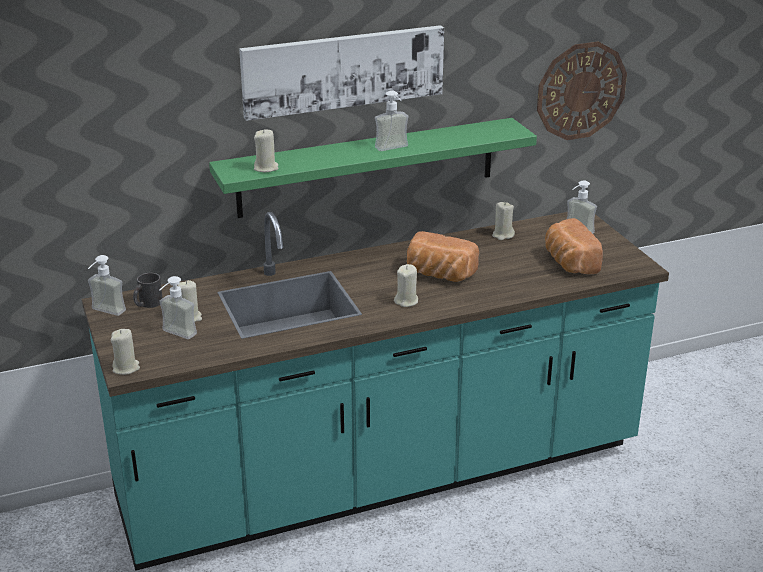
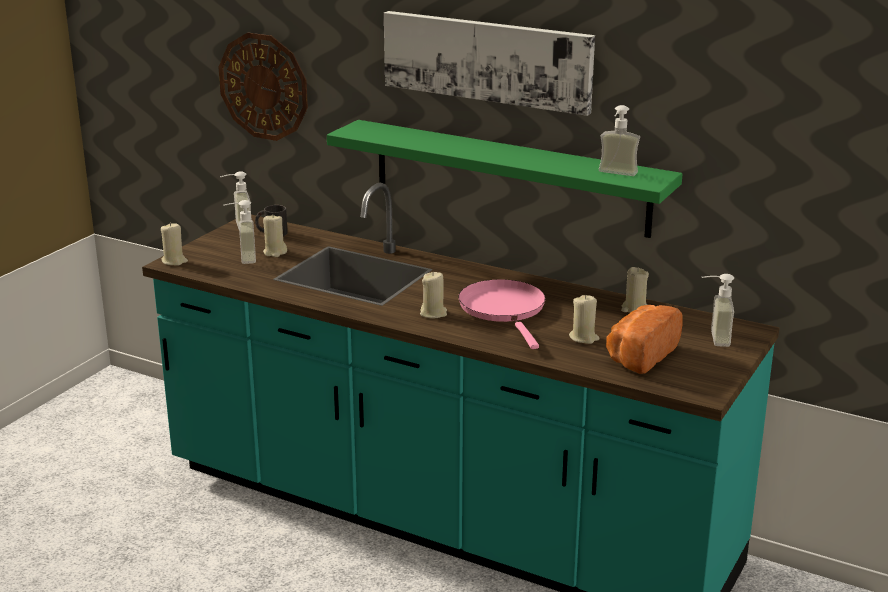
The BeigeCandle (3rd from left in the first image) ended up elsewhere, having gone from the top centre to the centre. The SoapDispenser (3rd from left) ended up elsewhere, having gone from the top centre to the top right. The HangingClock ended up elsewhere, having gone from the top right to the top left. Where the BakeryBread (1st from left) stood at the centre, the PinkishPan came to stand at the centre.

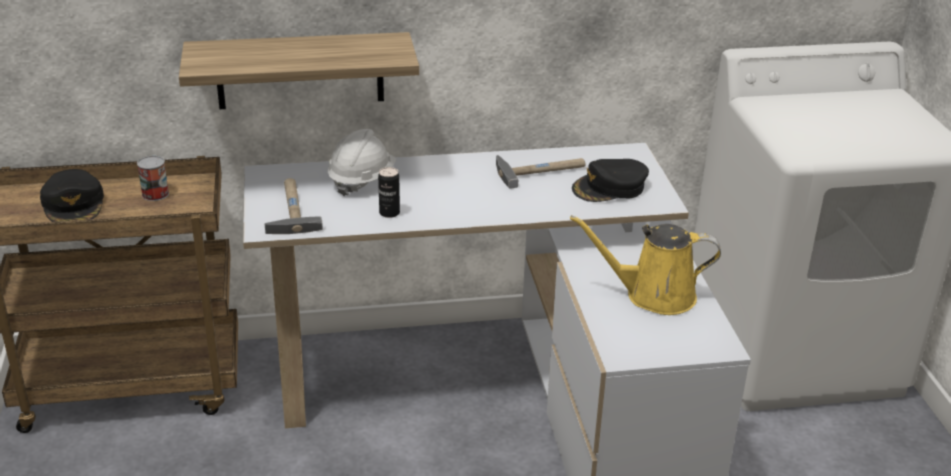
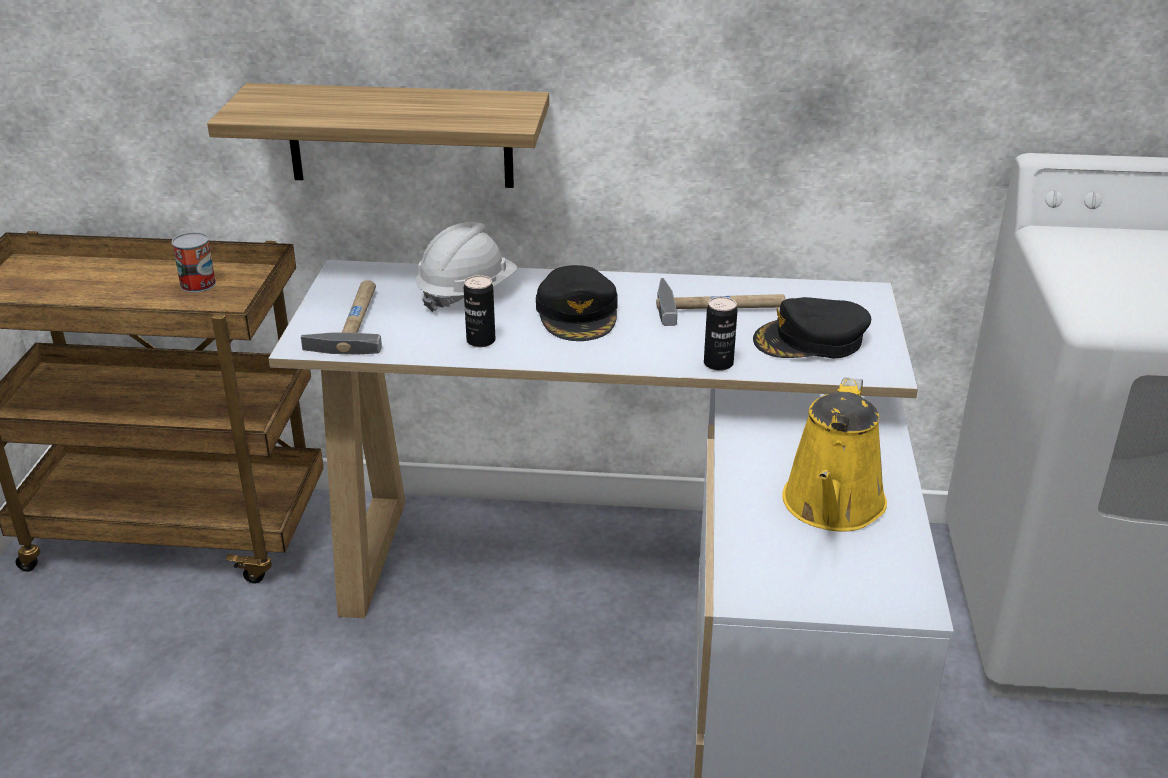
The second view gained the SealedCan (3rd from left) at the centre. The BlackishPeakedCap (1st from left) ended up elsewhere, having gone from the middle left to the centre. The YellowishSprinklingCan at the middle right ended up facing another way, 90 degrees counterclockwise from before.

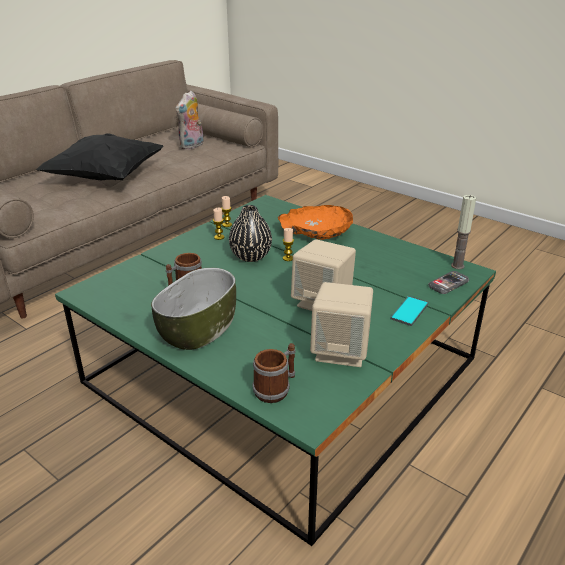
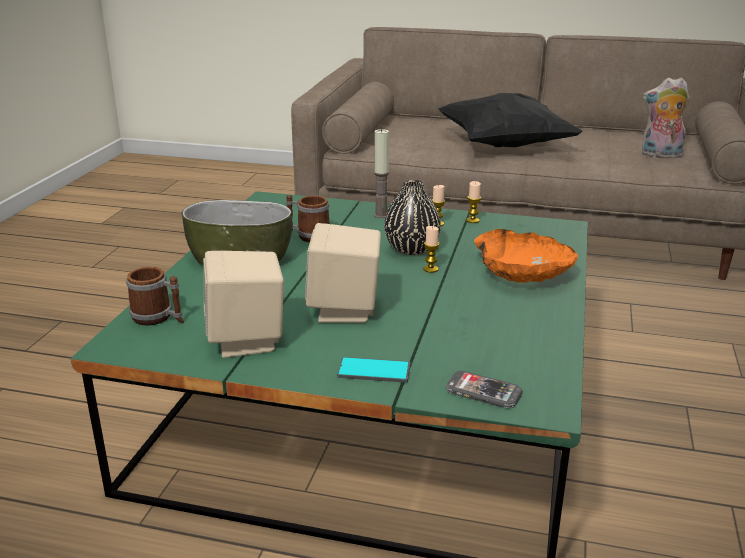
The Candle (4th from left in the first image) ended up elsewhere, having gone from the middle right to the top centre.

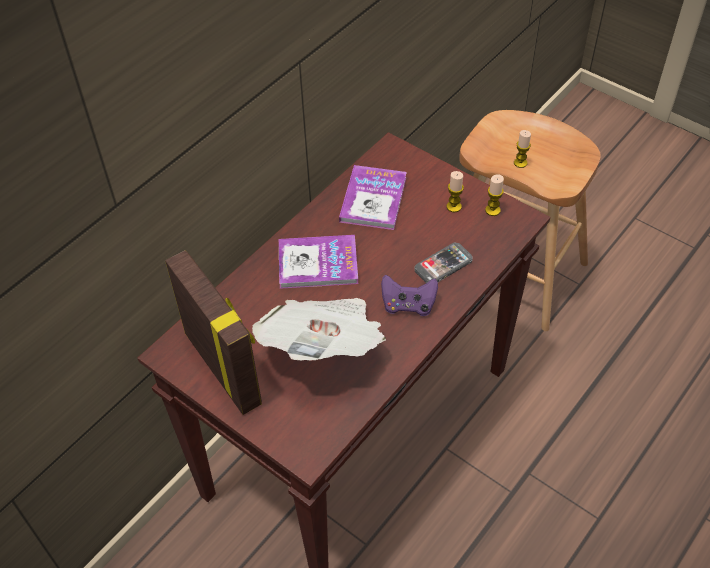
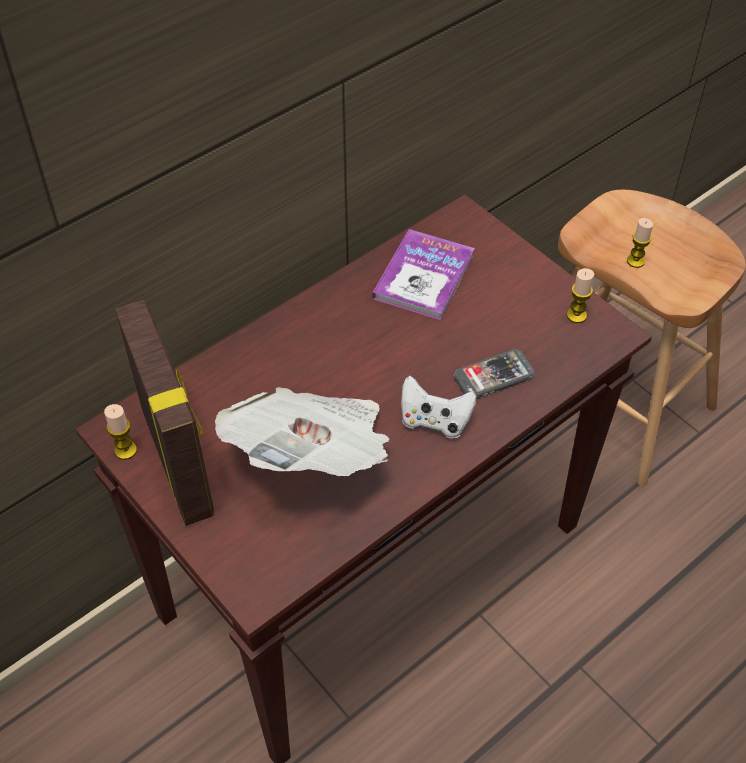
The second view lost the Volume (1st from left) at the centre. The Candle (1st from left) ended up elsewhere, having gone from the centre to the middle left. What was the PurpleGamepad at the centre turned into the WhiteColouredGamepad at the centre.

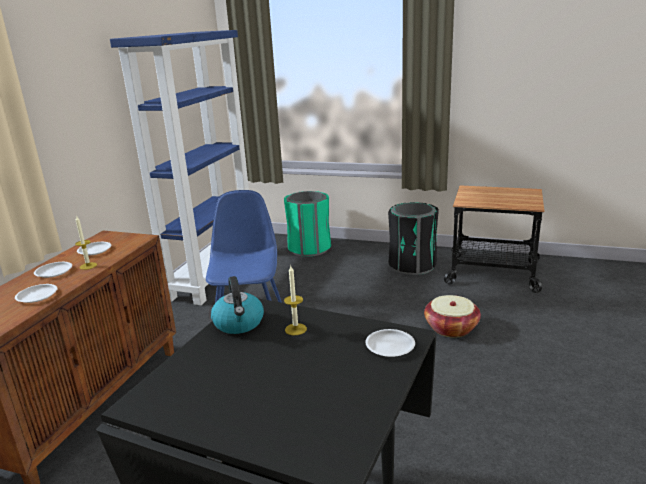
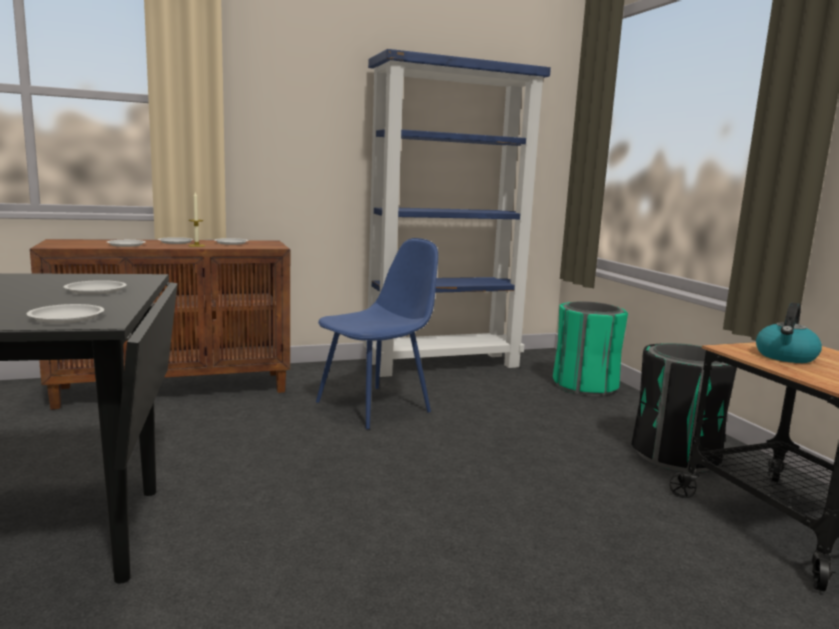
The second view lost the Basket at the middle right. The TeaKettle ended up elsewhere, having gone from the centre to the middle right. Where the Candle (2nd from left) stood at the centre, the WhiteColouredFlatDish (2nd from left) came to stand at the middle left.

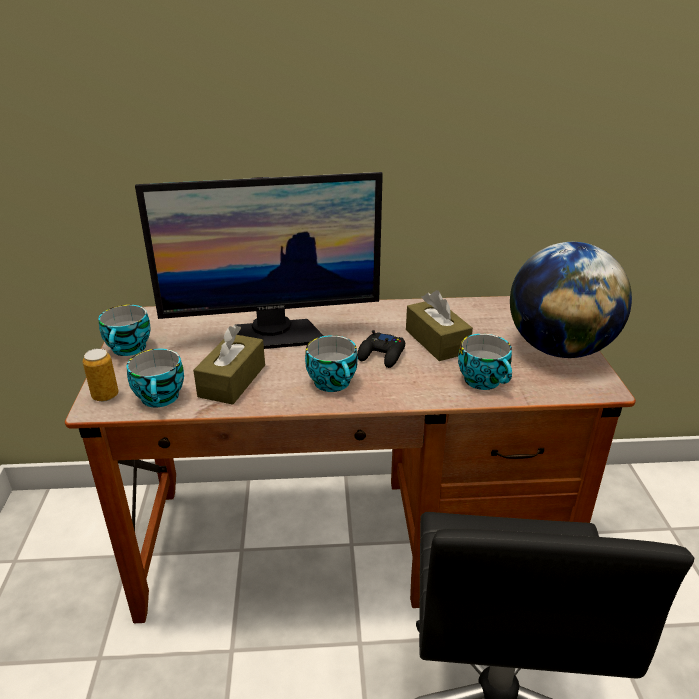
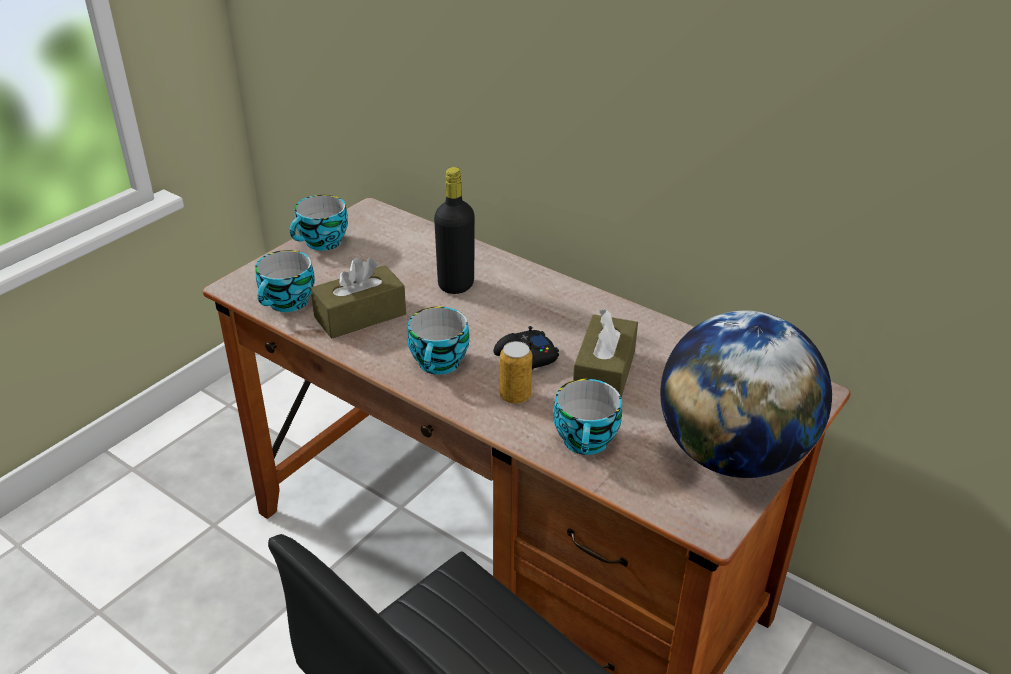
The SealedCan ended up elsewhere, having gone from the middle left to the centre. Where the ComputerScreen stood at the centre, the BlackishBeverageBottle came to stand at the centre.

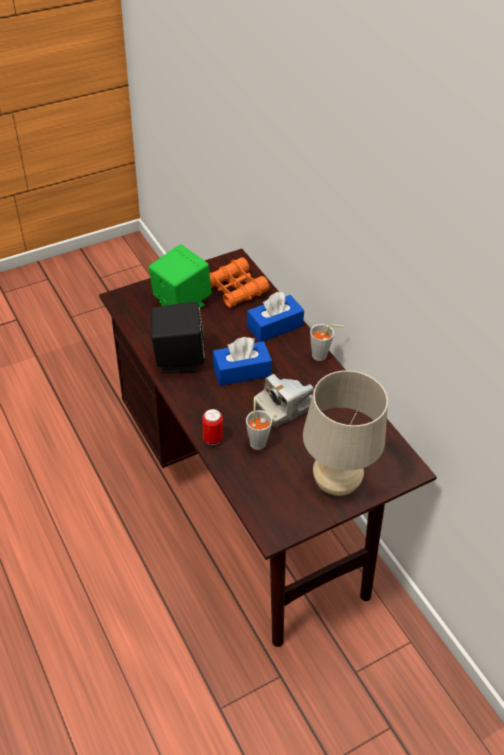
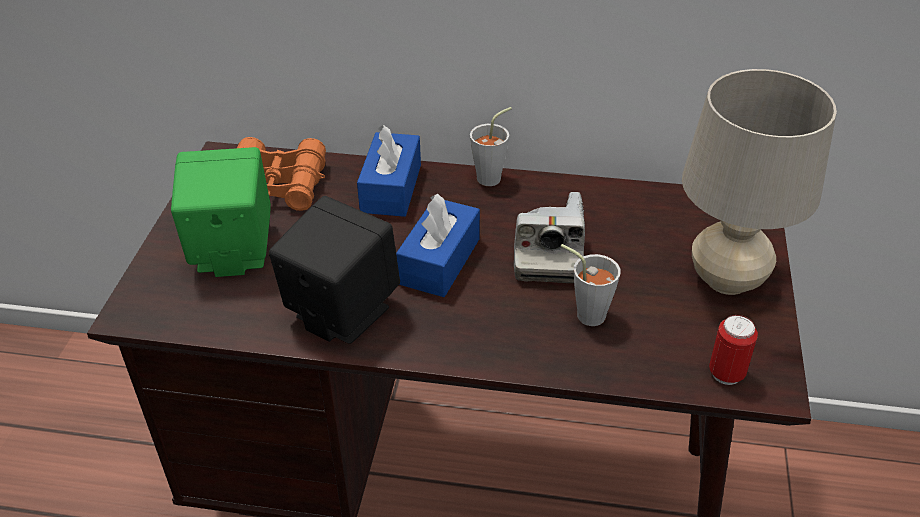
The SealedCan ended up elsewhere, having gone from the centre to the bottom right.

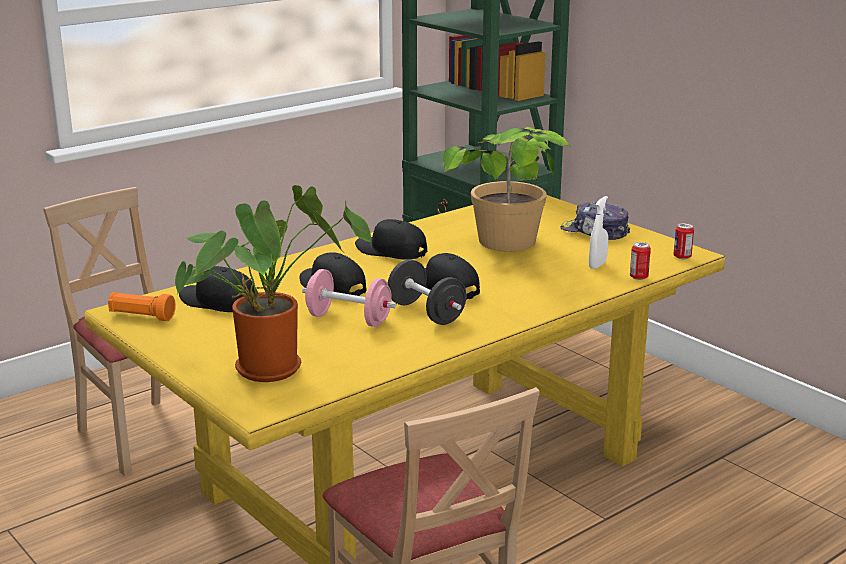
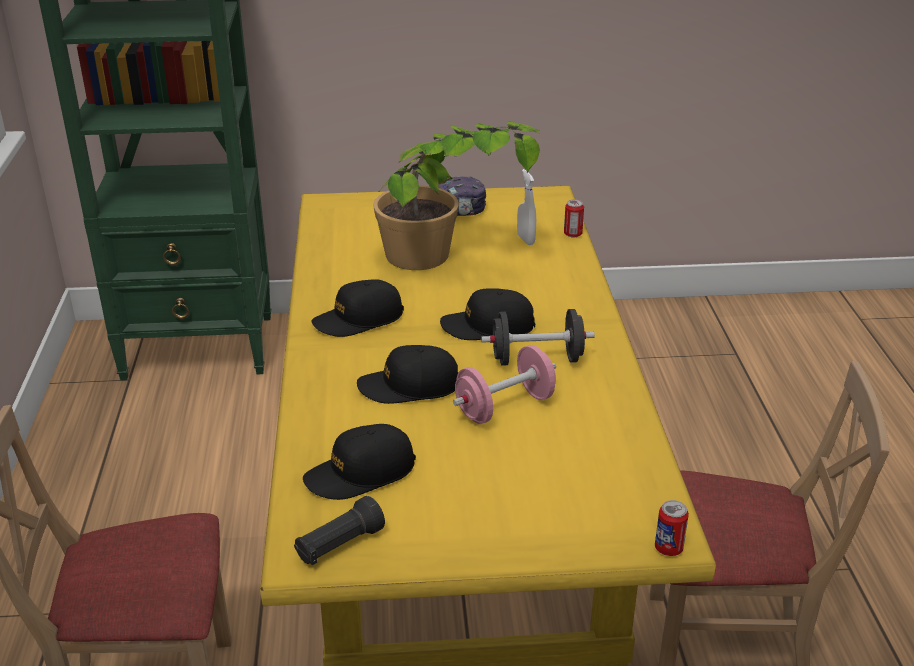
The second view lost the PlantInAPot (1st from left) at the middle left. The SealedCan (2nd from left) ended up elsewhere, having gone from the middle right to the bottom right. What was the OrangeyHandTorch at the middle left turned into the BlackishHandTorch at the bottom centre.

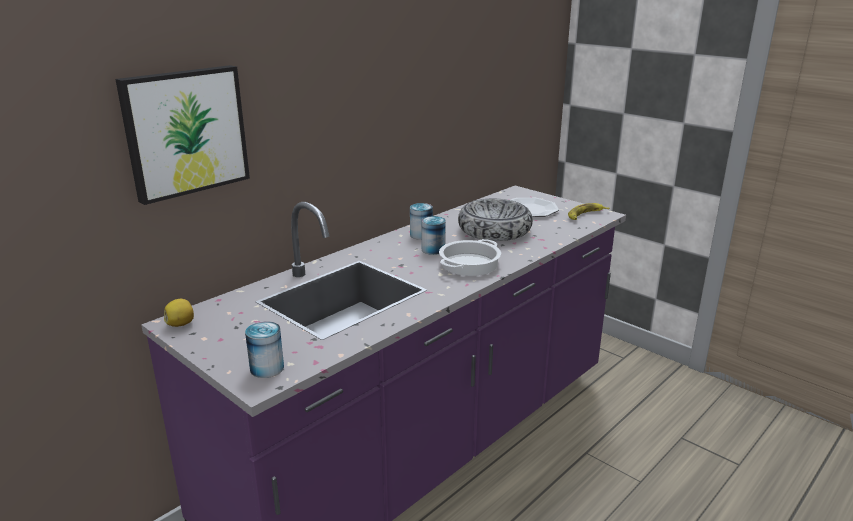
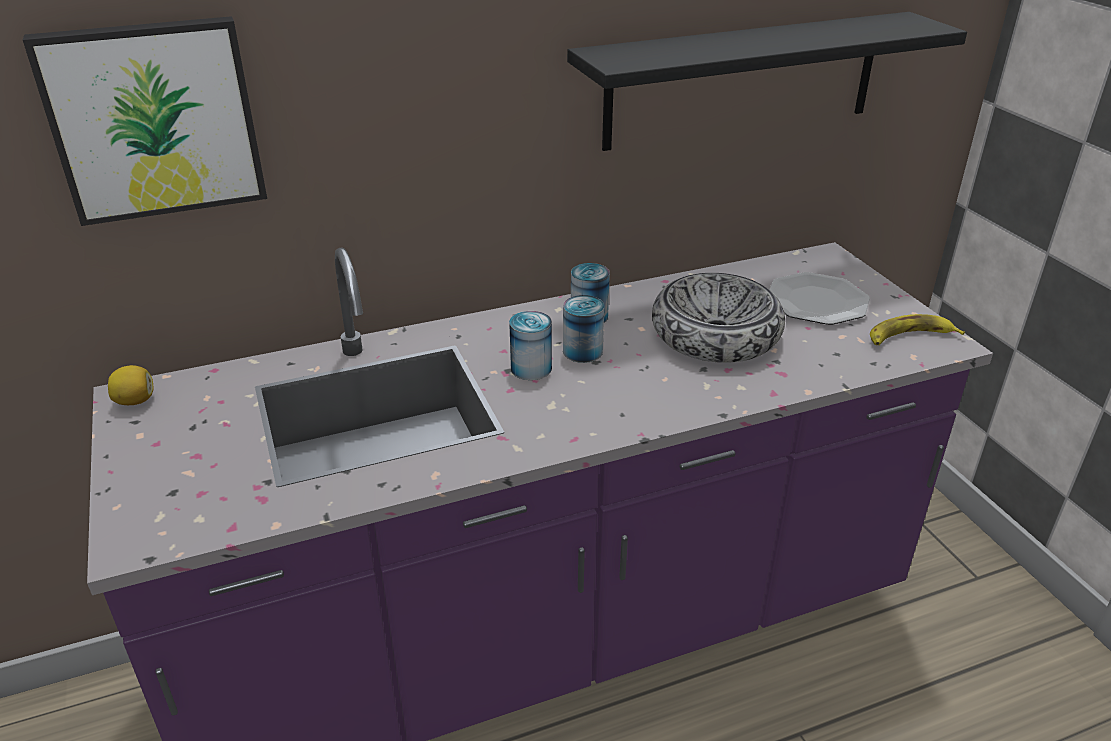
The second view lost the CookingPot at the centre. The second view gained the BlackishShelf at the top right. The SealedCan (1st from left) ended up elsewhere, having gone from the bottom left to the centre.

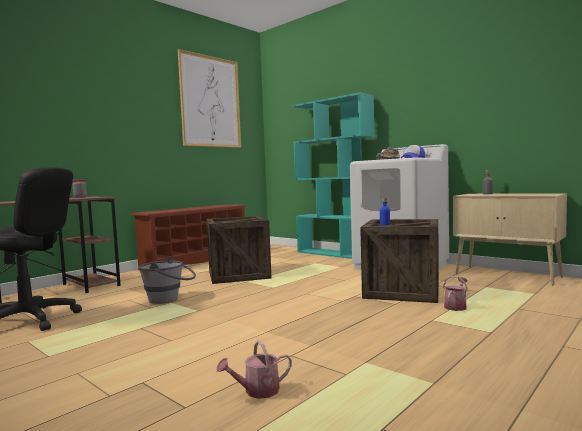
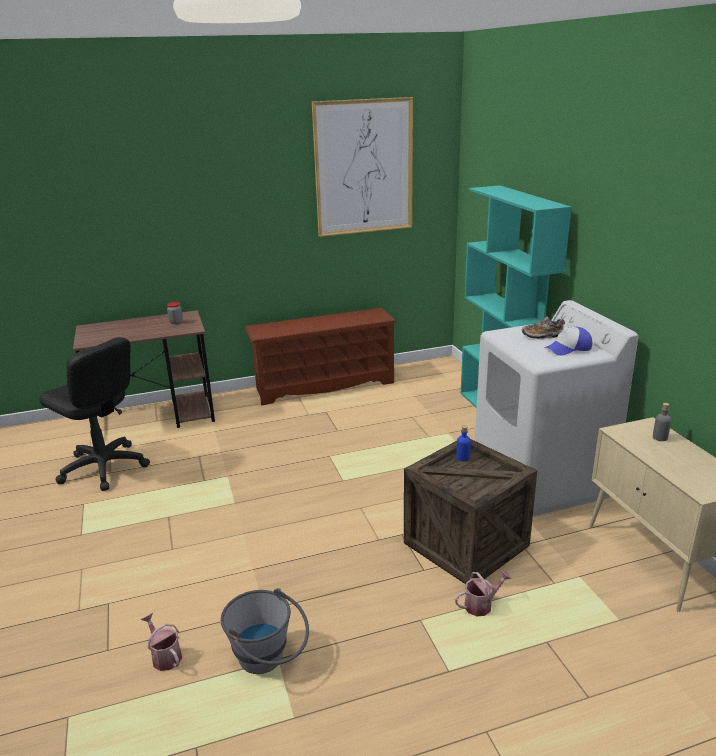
The second view lost the PackingCrate (1st from left) at the centre. The GrayBucket ended up elsewhere, having gone from the middle left to the bottom centre. The SprinklingCan (1st from left) at the bottom centre ended up facing another way, 45 degrees clockwise from before.

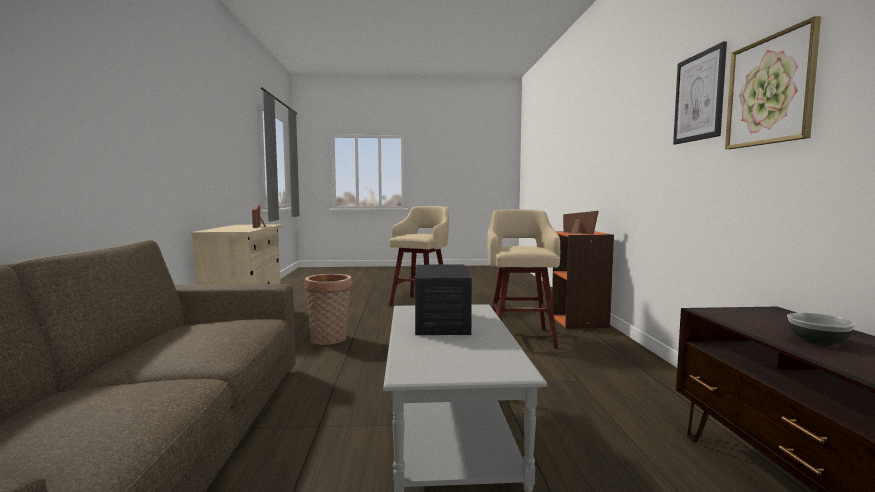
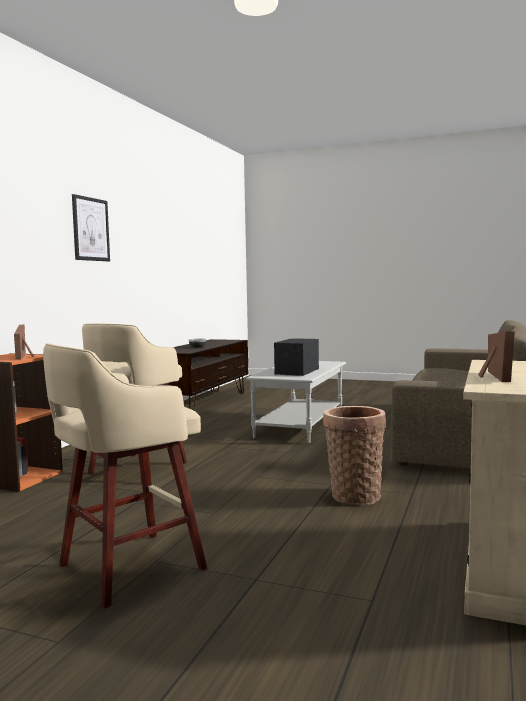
The second view lost the WallPicture (2nd from left) at the top right.

